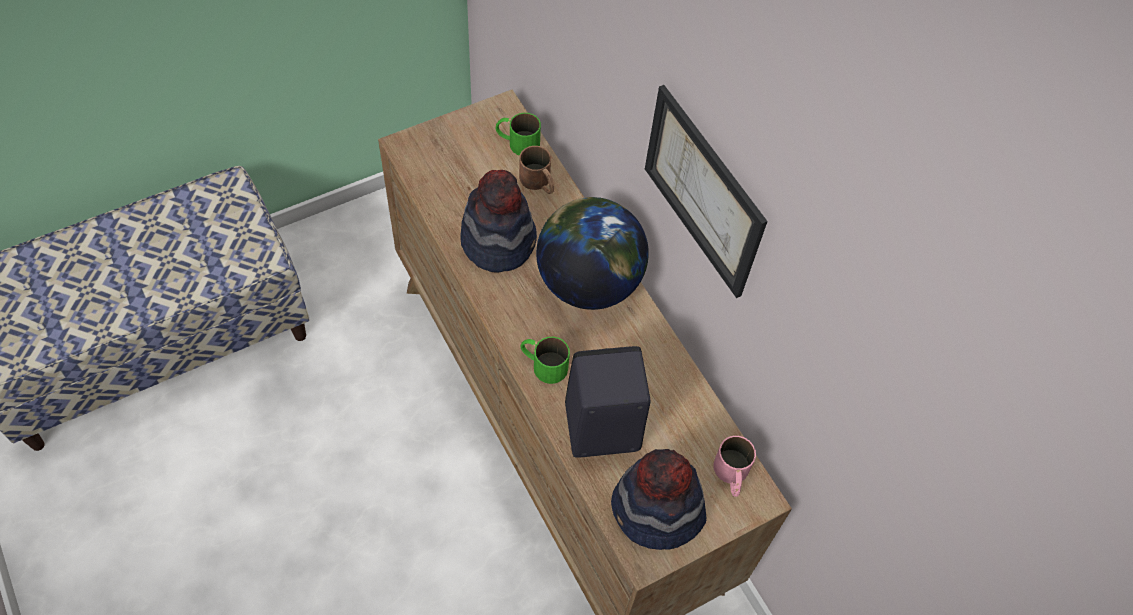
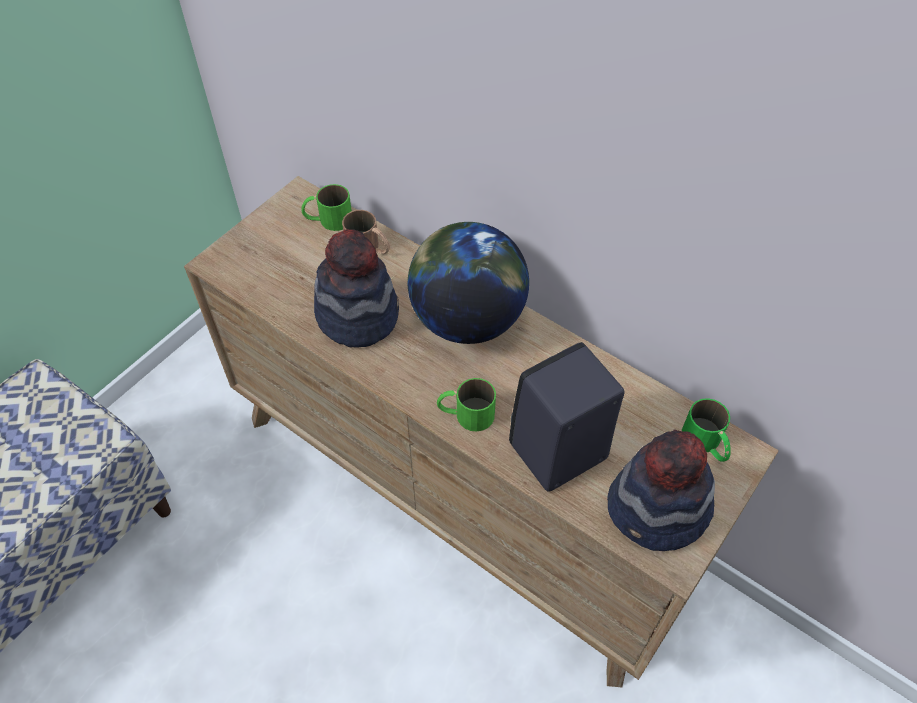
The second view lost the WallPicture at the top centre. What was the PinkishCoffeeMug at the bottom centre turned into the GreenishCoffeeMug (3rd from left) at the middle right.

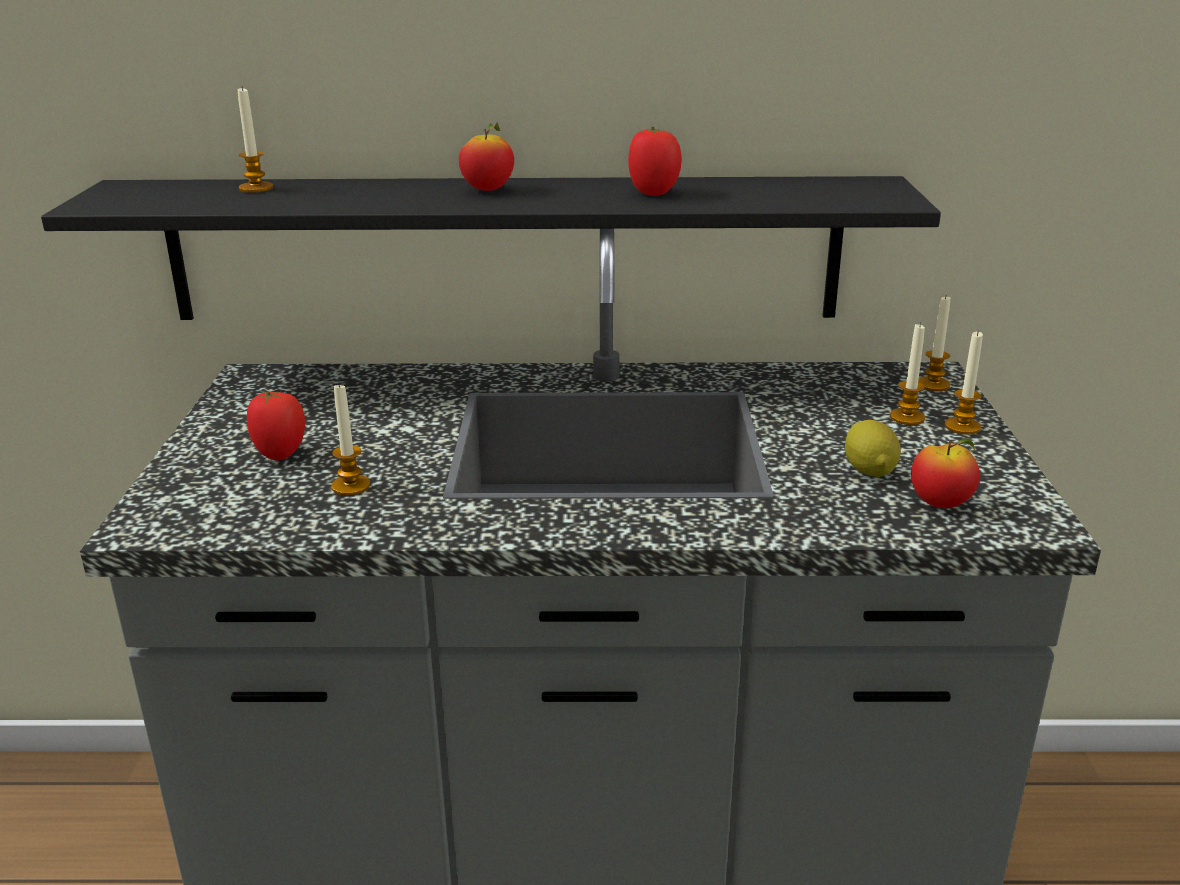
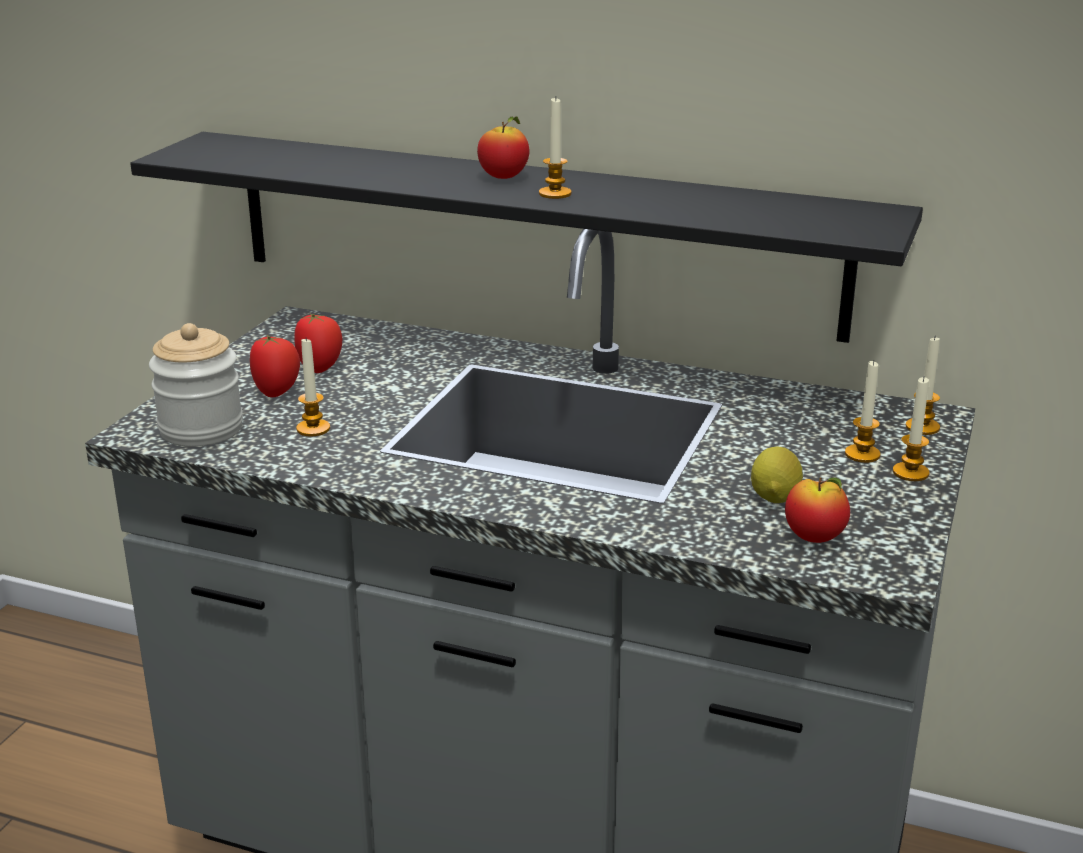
The second view gained the StorageJar at the middle left. The Candle (1st from left in the first image) ended up elsewhere, having gone from the top left to the top centre. The Tomato (2nd from left) ended up elsewhere, having gone from the top centre to the middle left.

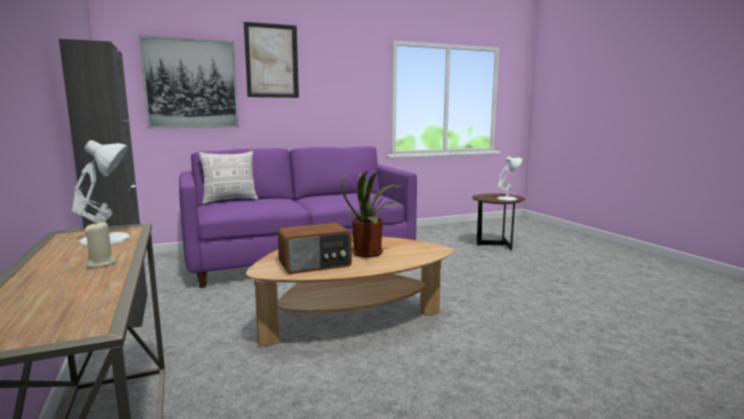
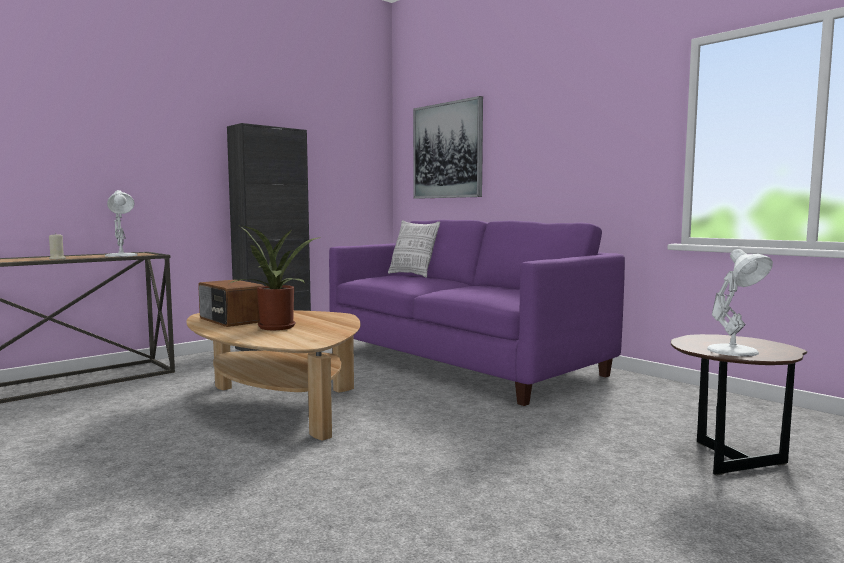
The second view lost the WallPicture (2nd from left) at the top centre.

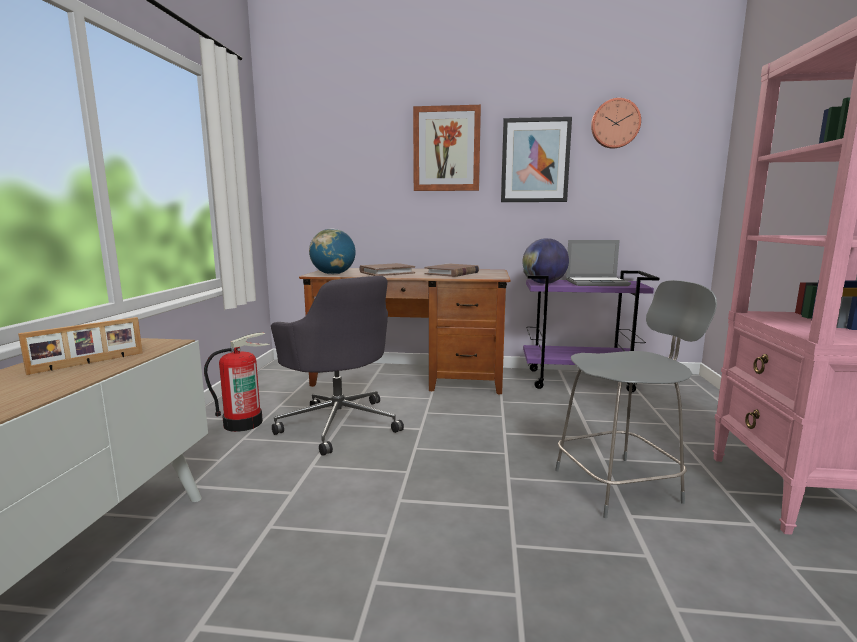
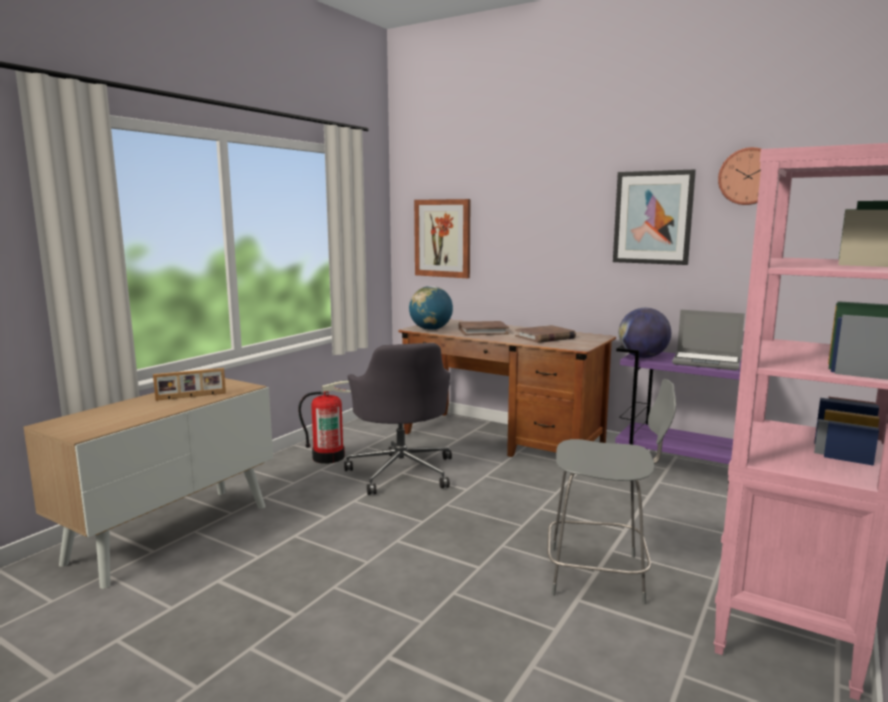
The WallPicture (1st from left) ended up elsewhere, having gone from the top centre to the centre.

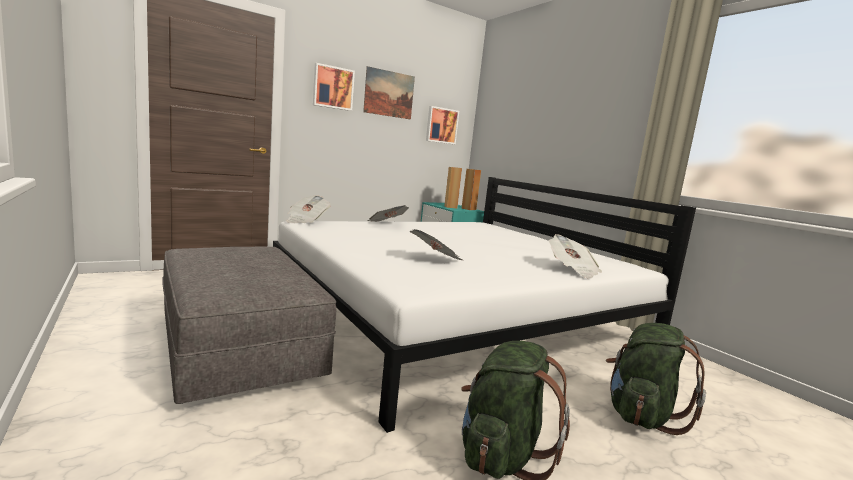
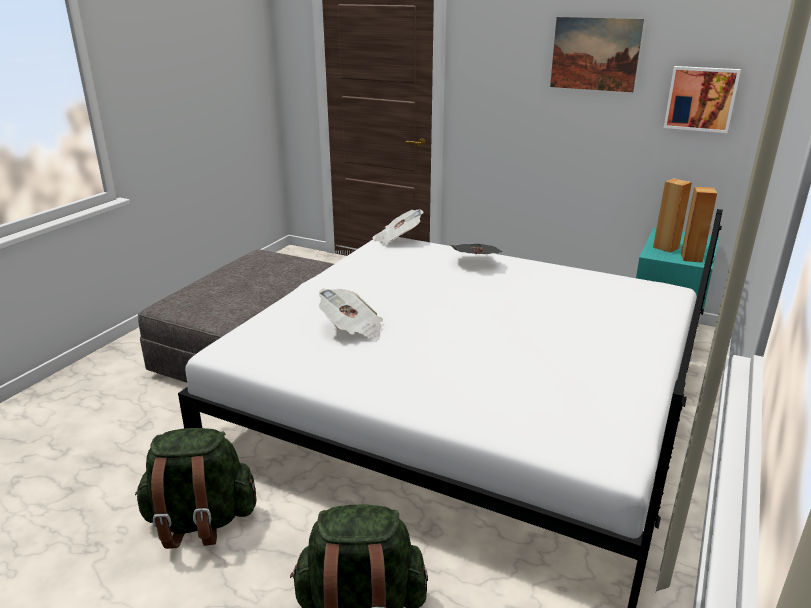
The second view lost the WallPicture (1st from left) at the top centre. The second view lost the Newspaper (4th from left) at the middle right.

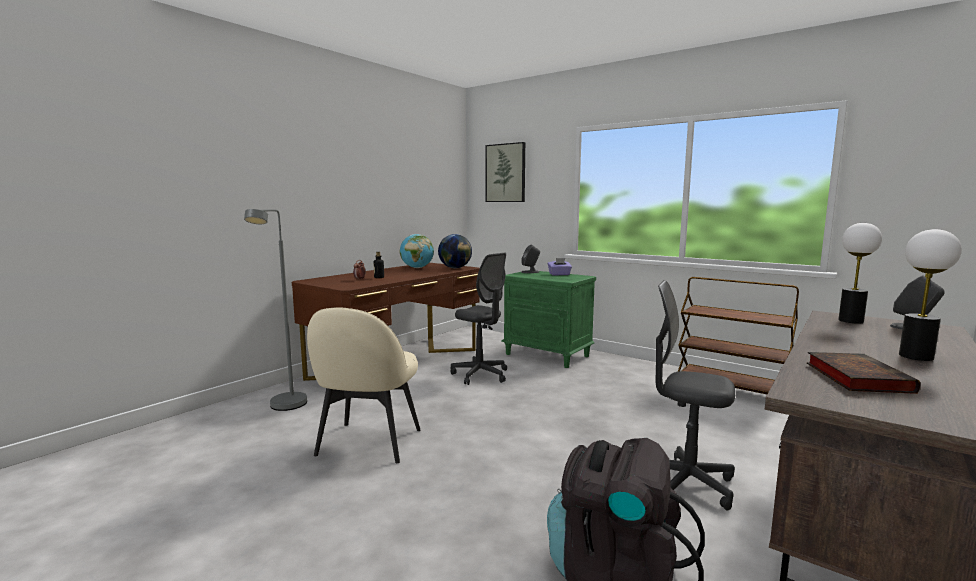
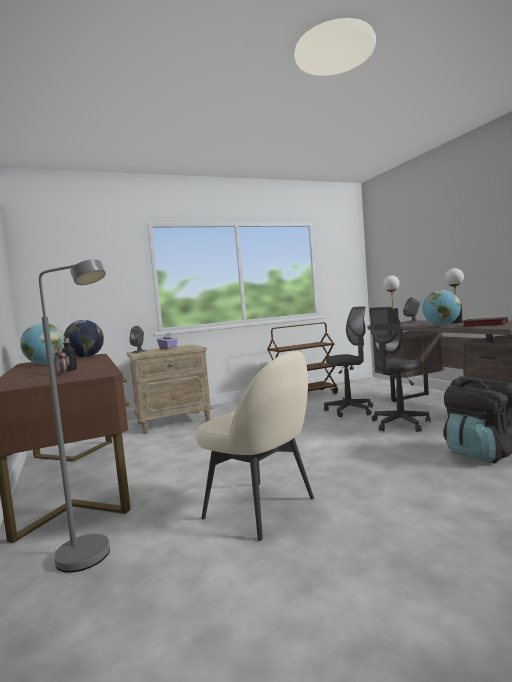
The second view lost the WallPicture at the top centre. The second view gained the Globe (3rd from left) at the middle right. The GrayComputerChair (1st from left) ended up elsewhere, having gone from the centre to the middle right. What was the GreenishNightstand at the centre turned into the BeigeNightstand at the middle left.

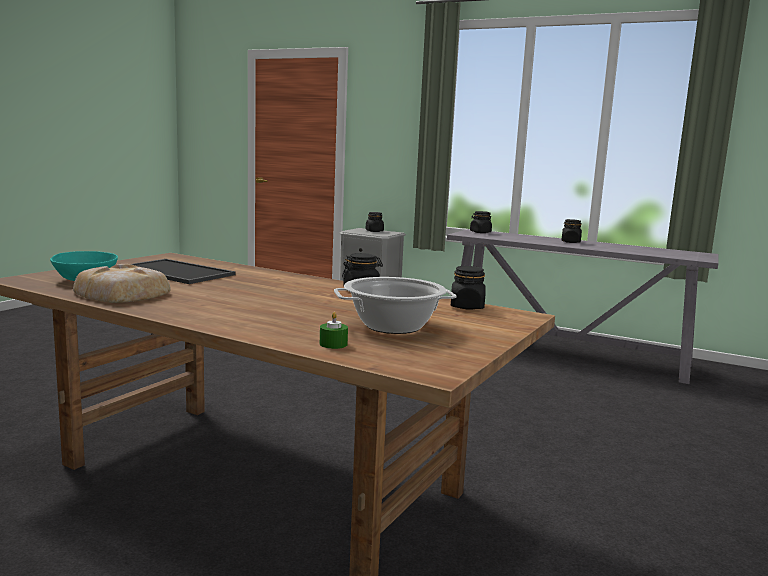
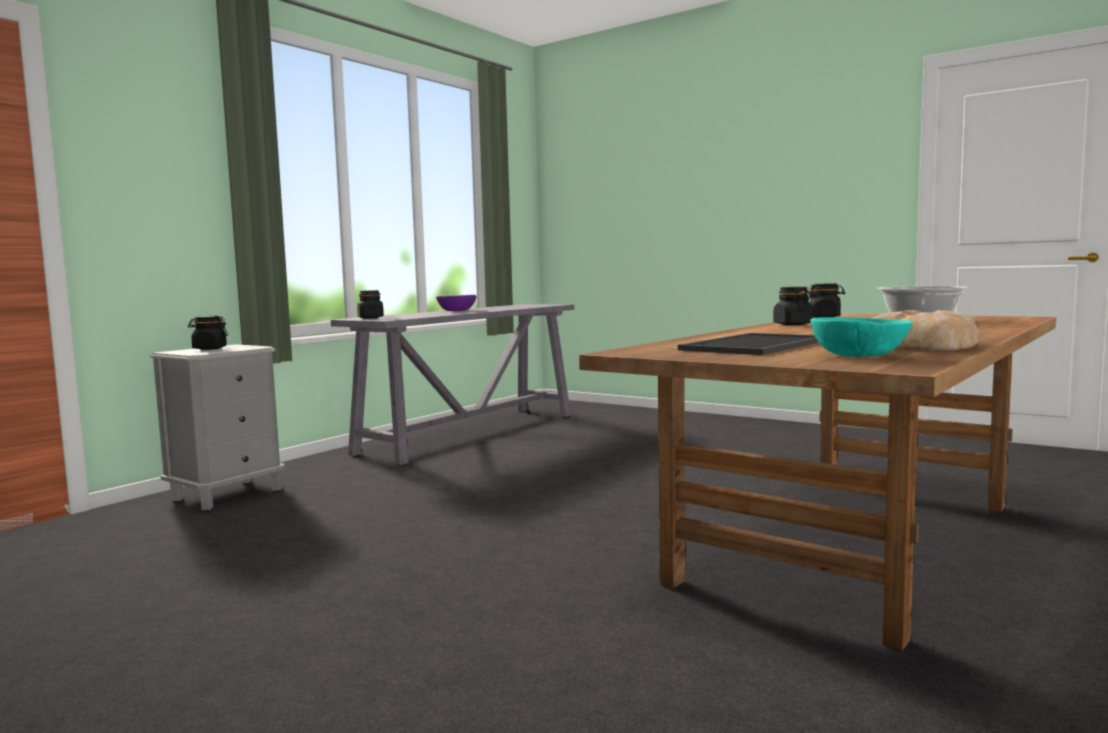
The second view lost the GreenishCandle at the centre. Where the BlackishStorageJar (5th from left) stood at the middle right, the PurpleBowl came to stand at the centre.

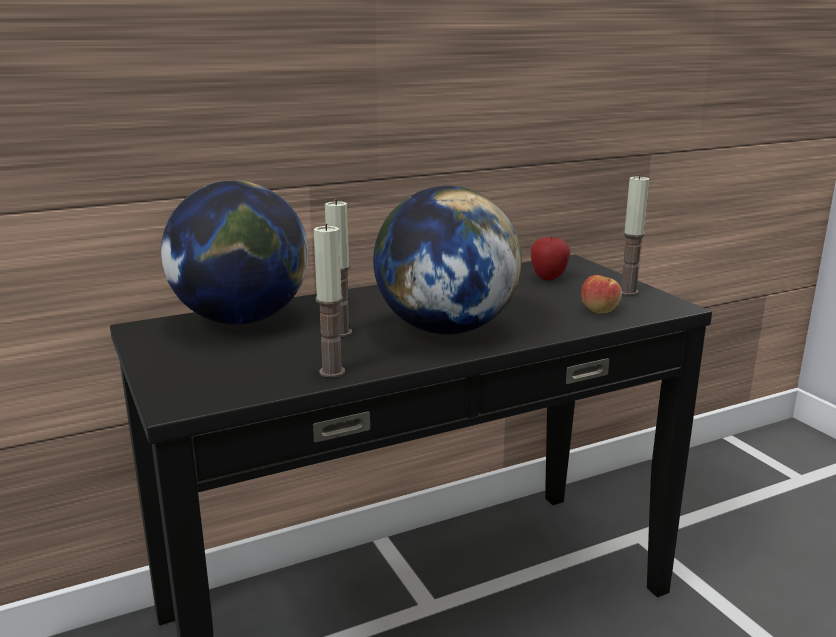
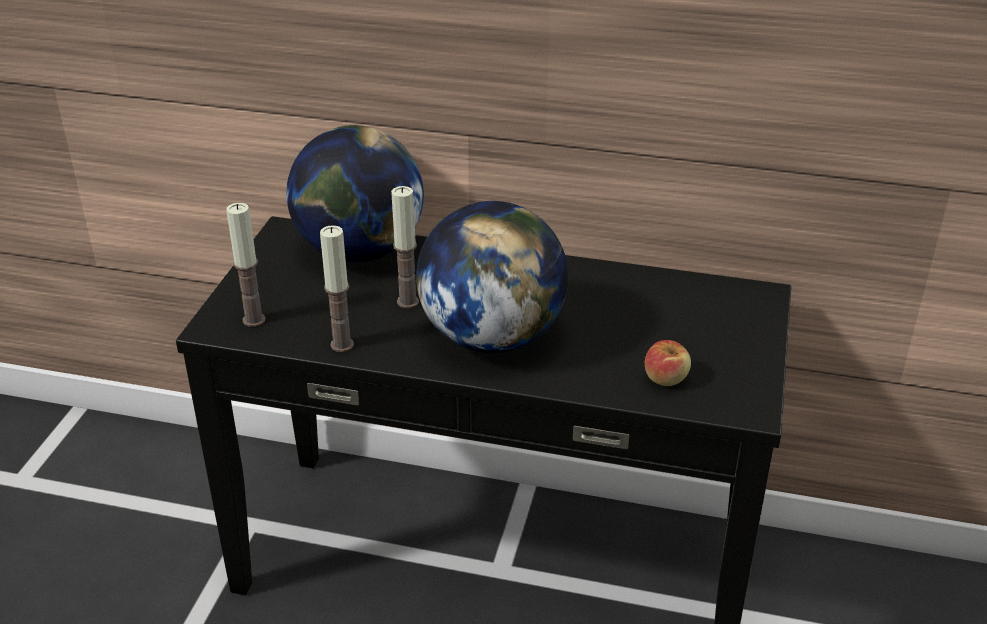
The second view lost the WholeApple (1st from left) at the centre. The Candle (3rd from left in the first image) ended up elsewhere, having gone from the middle right to the middle left.

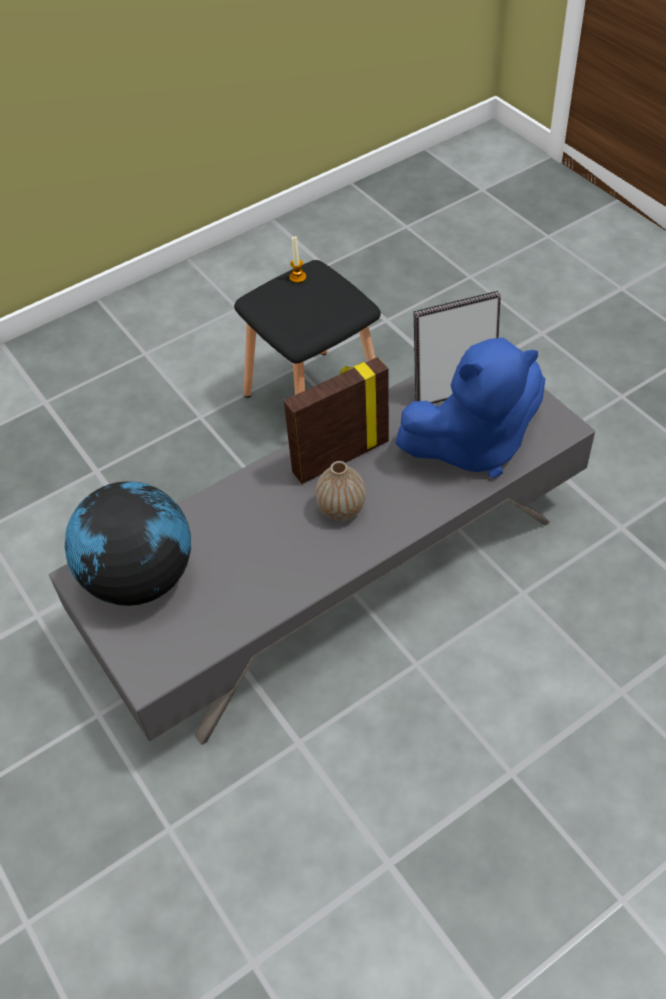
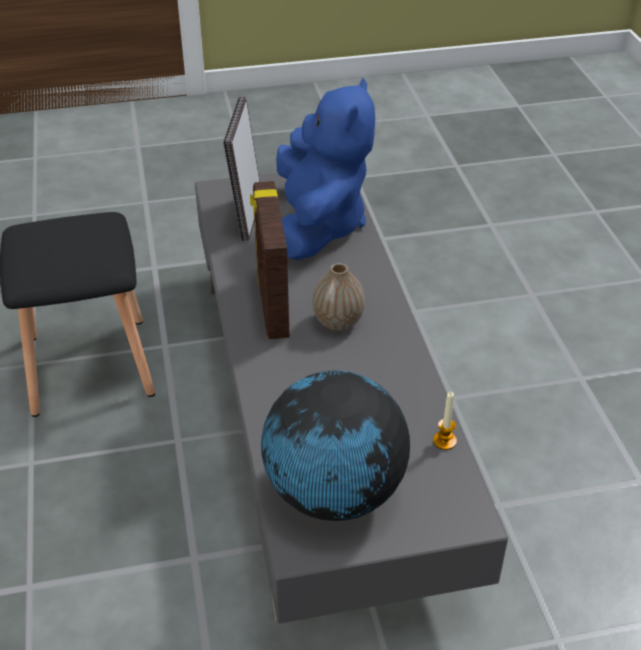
The Candle ended up elsewhere, having gone from the top centre to the middle right.

